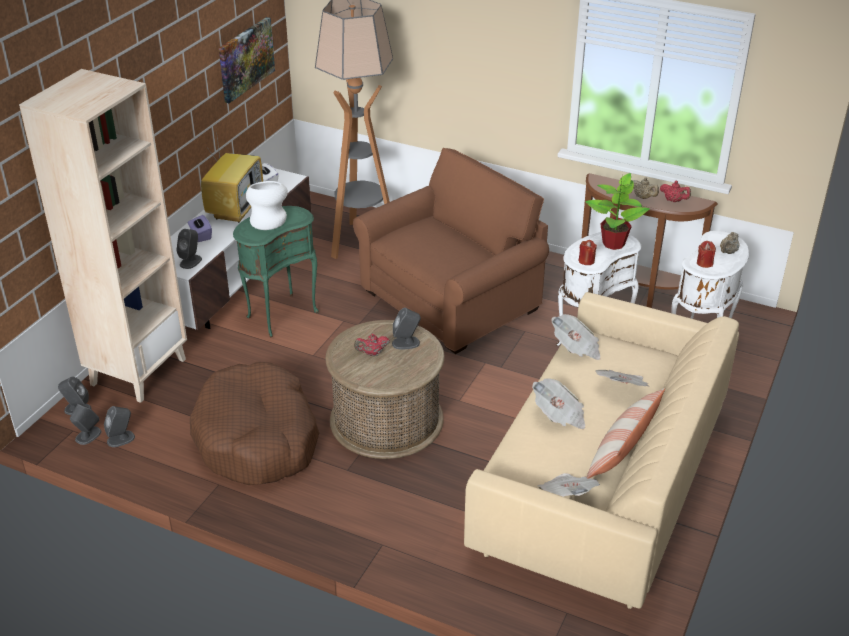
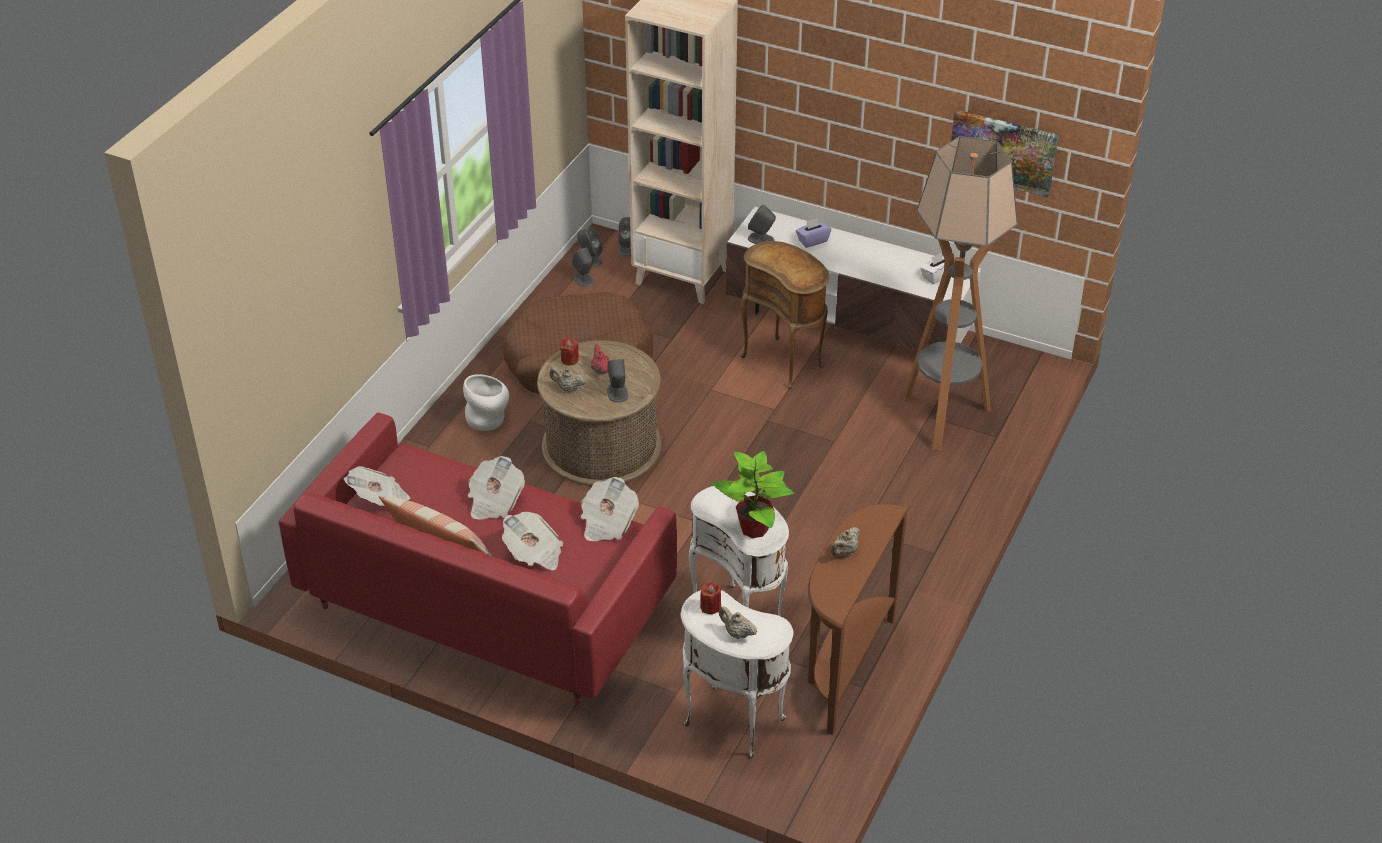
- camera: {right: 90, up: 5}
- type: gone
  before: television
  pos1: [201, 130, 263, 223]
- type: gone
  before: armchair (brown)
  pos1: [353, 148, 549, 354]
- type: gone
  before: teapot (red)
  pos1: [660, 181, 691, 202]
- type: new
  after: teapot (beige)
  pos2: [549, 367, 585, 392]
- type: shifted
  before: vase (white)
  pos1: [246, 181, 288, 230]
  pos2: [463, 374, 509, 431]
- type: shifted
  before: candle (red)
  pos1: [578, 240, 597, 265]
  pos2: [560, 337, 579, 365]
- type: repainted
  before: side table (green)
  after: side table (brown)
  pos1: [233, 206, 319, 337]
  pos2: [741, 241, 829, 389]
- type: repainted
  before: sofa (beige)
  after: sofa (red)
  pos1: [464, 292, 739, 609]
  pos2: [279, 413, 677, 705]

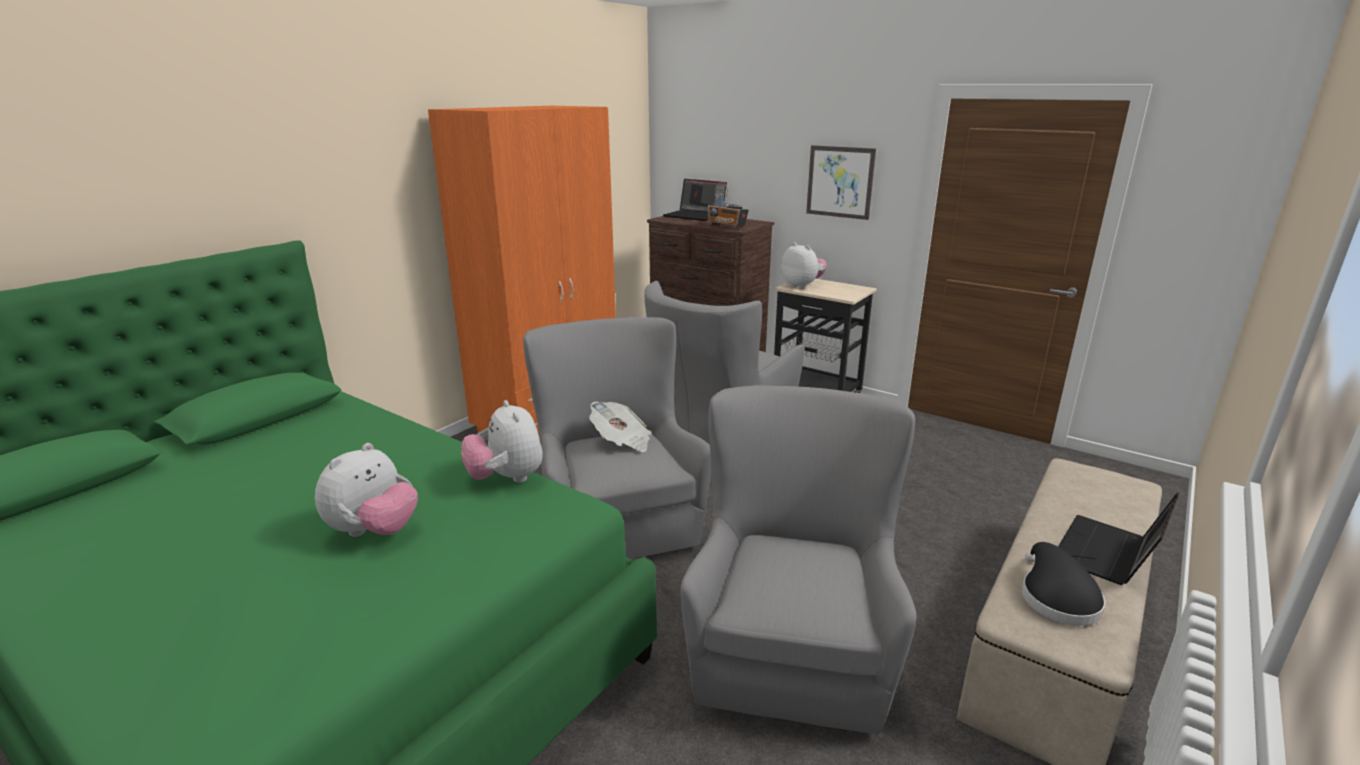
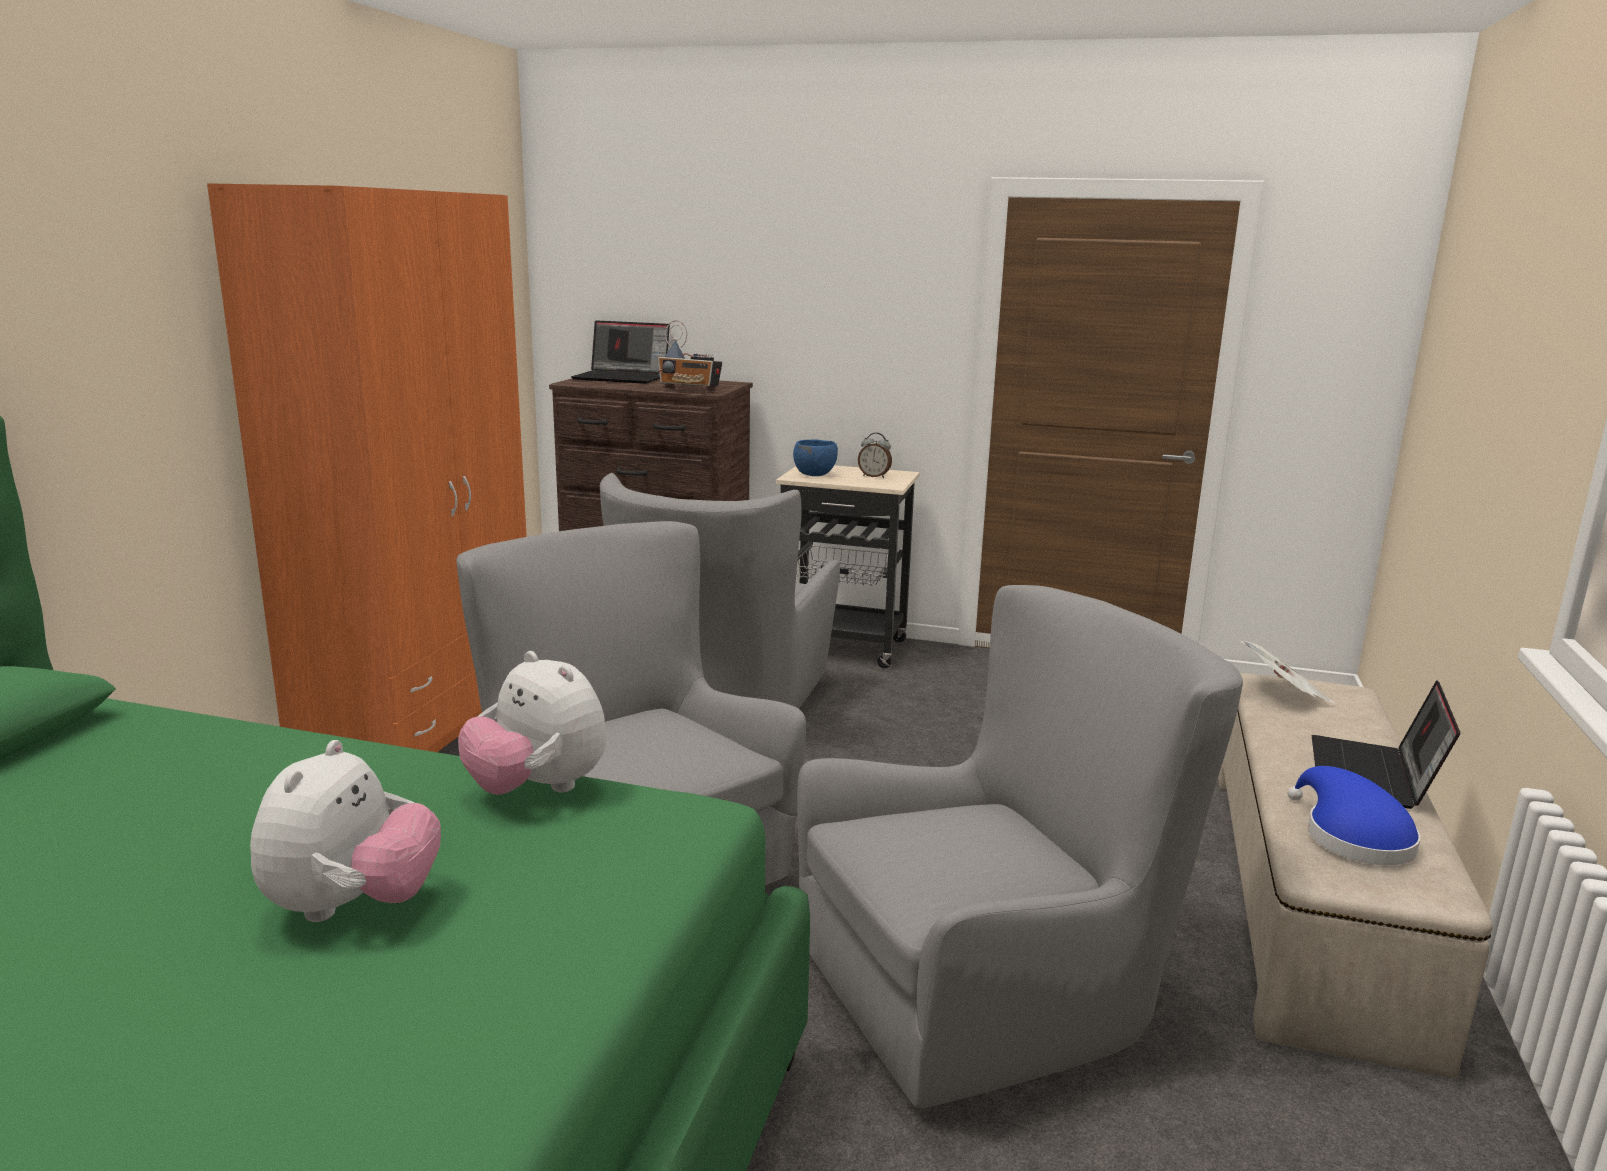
- camera: {right: -20, up: -5}
- type: gone
  before: picture
  pos1: [806, 145, 876, 220]
- type: new
  after: alarm clock
  pos2: [858, 433, 892, 478]
- type: shifted
  before: newspaper
  pos1: [589, 401, 651, 452]
  pos2: [1239, 640, 1337, 704]
- type: swapped
  before: plush toy
  after: bowl (blue)
  pos1: [781, 242, 827, 289]
  pos2: [793, 439, 838, 476]
- type: repainted
  before: hat (black)
  after: hat (blue)
  pos1: [1022, 542, 1105, 626]
  pos2: [1287, 766, 1421, 865]
- type: rotated
  before: armchair (grey)
  pos1: [680, 385, 916, 734]
  pos2: [797, 585, 1243, 1108]
  turn: 75

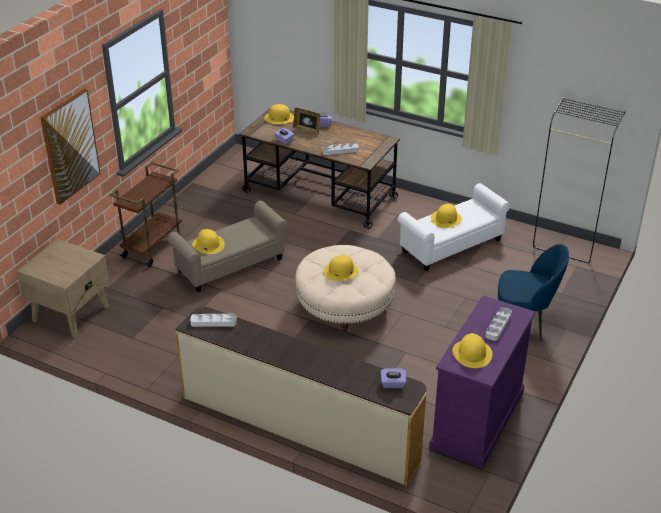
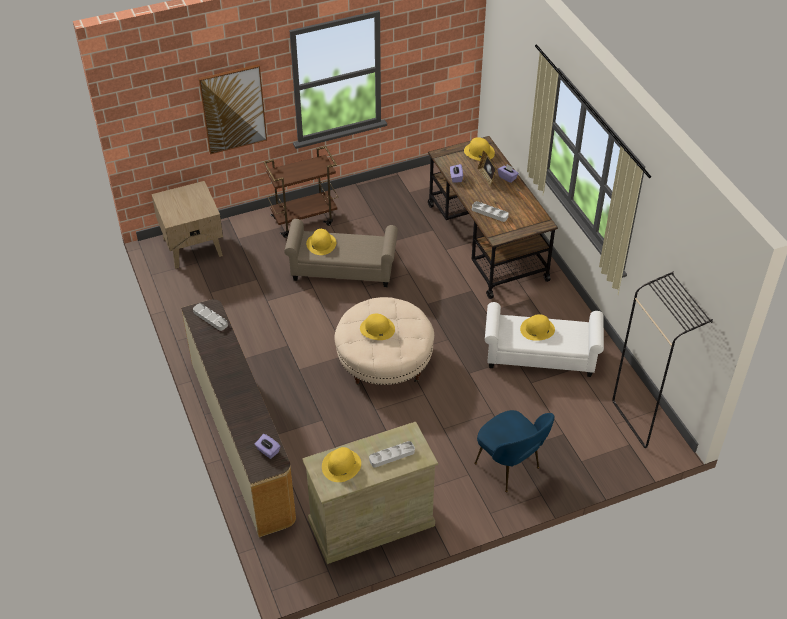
- camera: {right: 40, up: 10}
- type: repainted
  before: dresser (purple)
  after: dresser (beige)
  pos1: [429, 295, 535, 468]
  pos2: [302, 422, 438, 564]

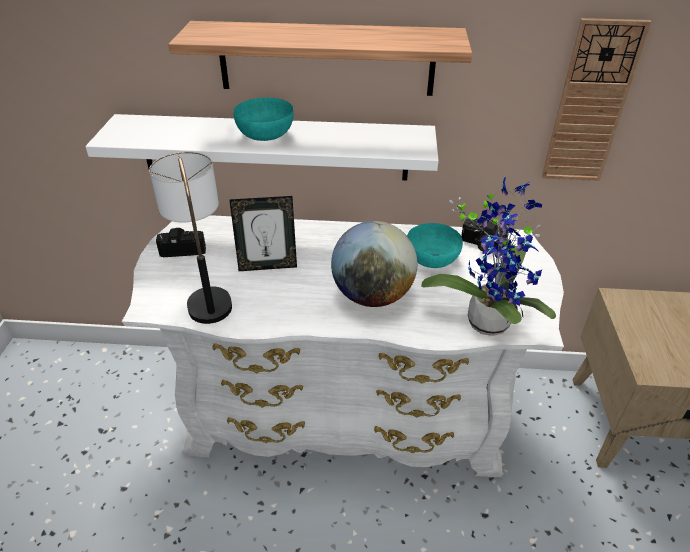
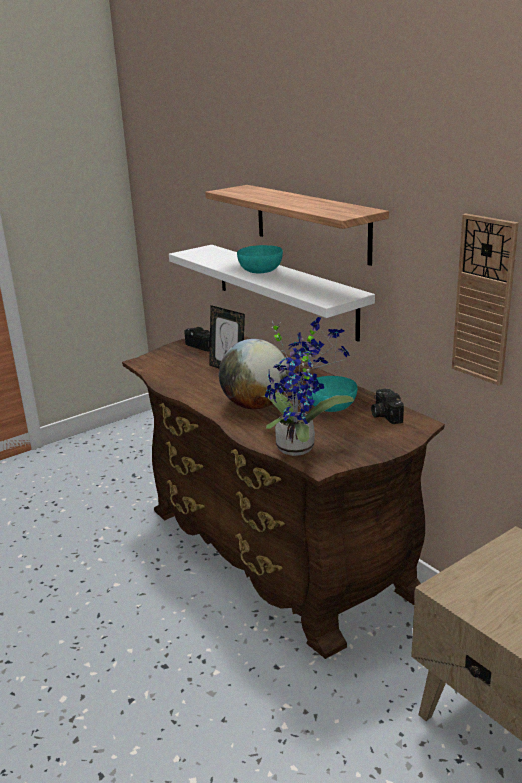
- camera: {right: 50, up: -15}
- type: gone
  before: table lamp
  pos1: [149, 151, 232, 324]
- type: repainted
  before: dresser (white)
  after: dresser (brown)
  pos1: [122, 215, 564, 477]
  pos2: [122, 336, 445, 659]

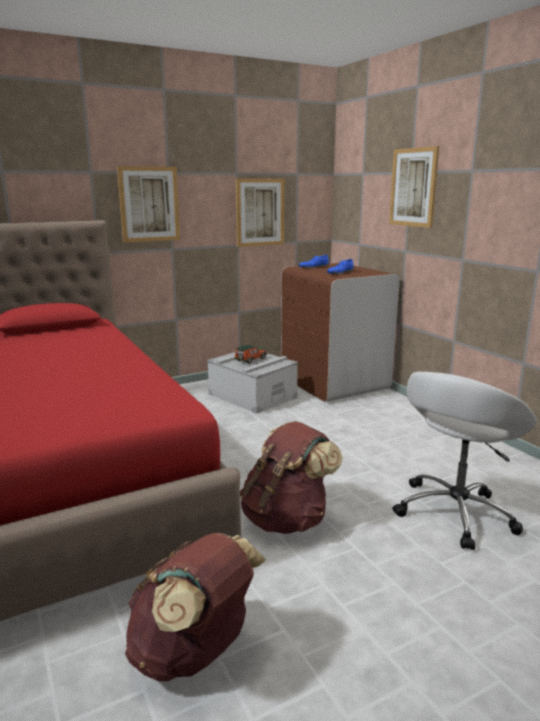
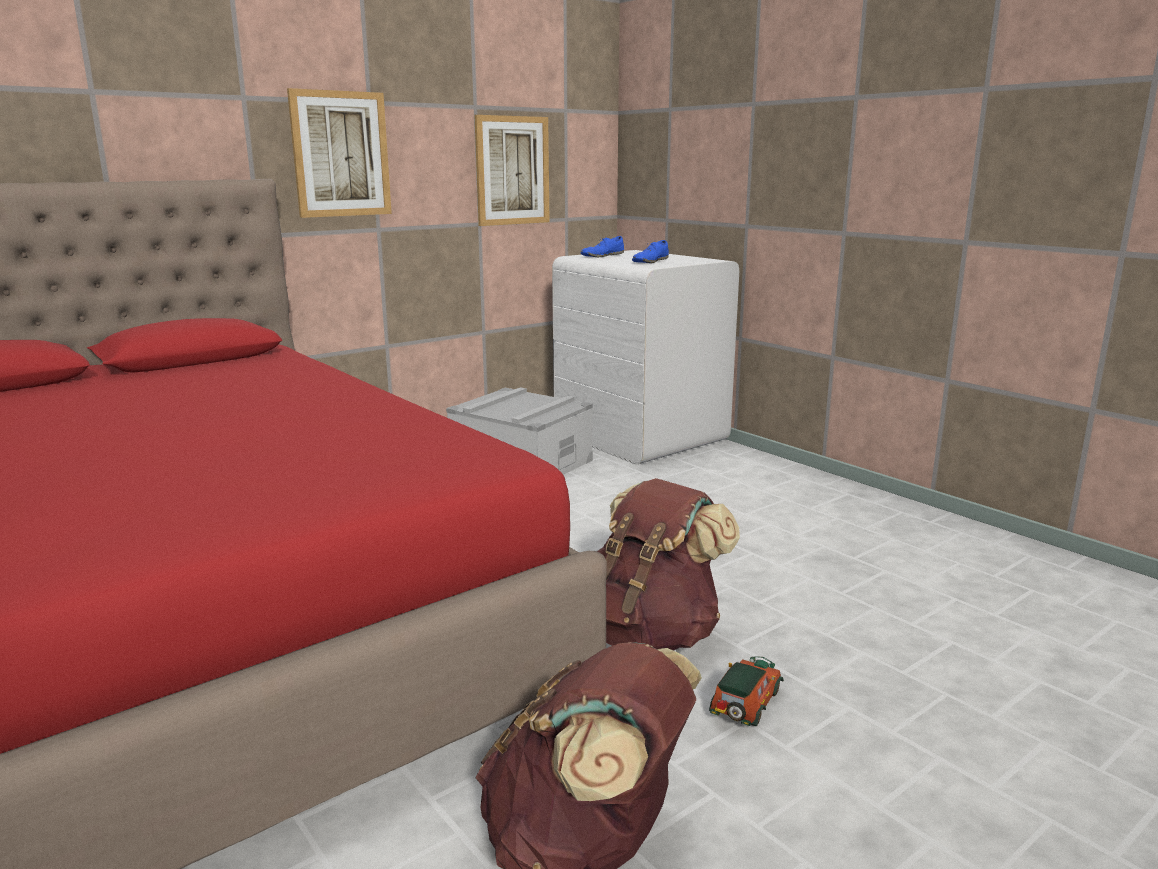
- camera: {right: -10, up: 0}
- type: gone
  before: picture
  pos1: [389, 146, 439, 228]
- type: gone
  before: office chair (white)
  pos1: [392, 372, 537, 550]
- type: shifted
  before: toy car
  pos1: [234, 345, 267, 364]
  pos2: [709, 656, 784, 727]
- type: repainted
  before: dresser (brown)
  after: dresser (white)
  pos1: [281, 263, 400, 402]
  pos2: [552, 250, 739, 464]

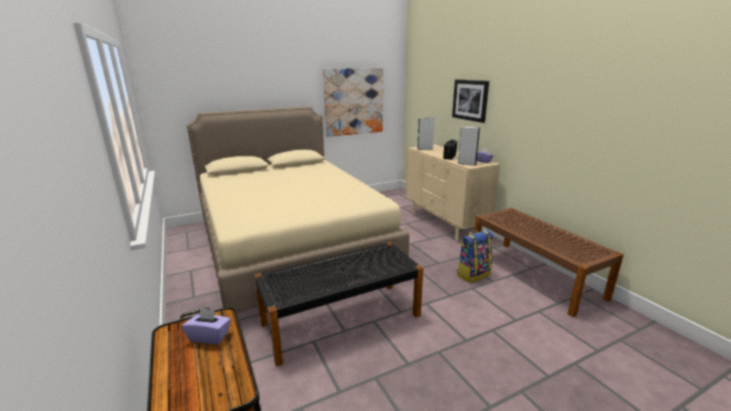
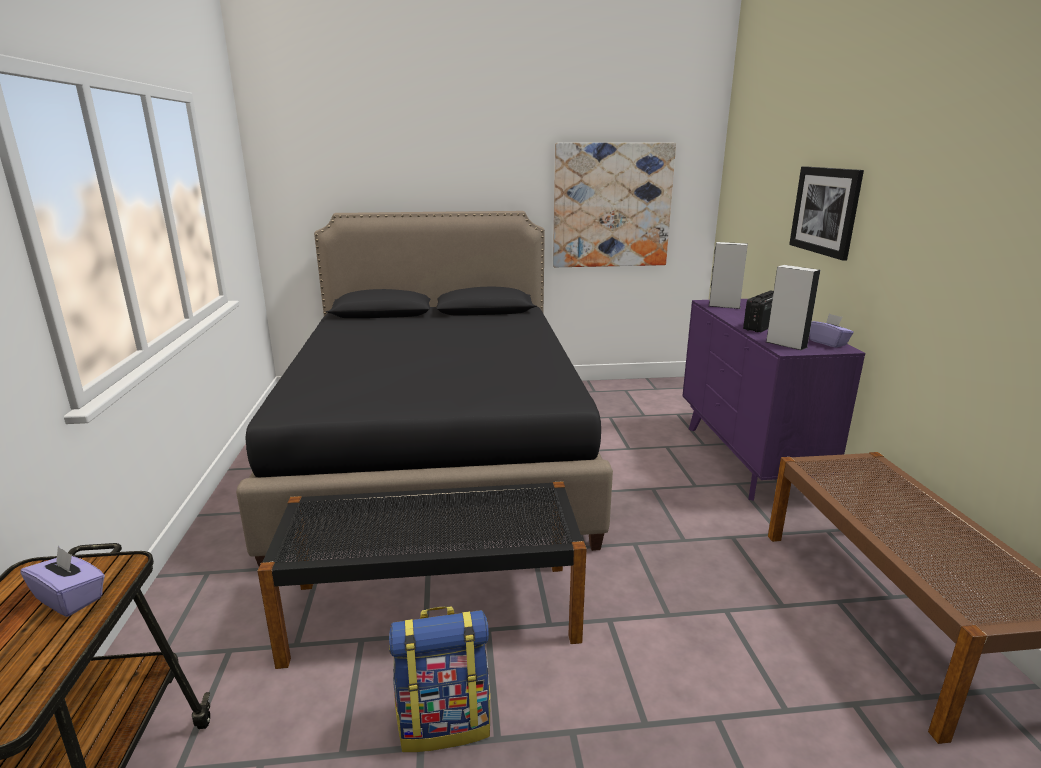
- camera: {right: 20, up: 0}
- type: shifted
  before: backpack
  pos1: [457, 230, 493, 283]
  pos2: [389, 607, 490, 752]
- type: repainted
  before: bed (beige)
  after: bed (black)
  pos1: [187, 107, 409, 314]
  pos2: [236, 211, 613, 566]
- type: repainted
  before: dresser (beige)
  after: dresser (purple)
  pos1: [406, 145, 501, 241]
  pos2: [682, 299, 865, 501]

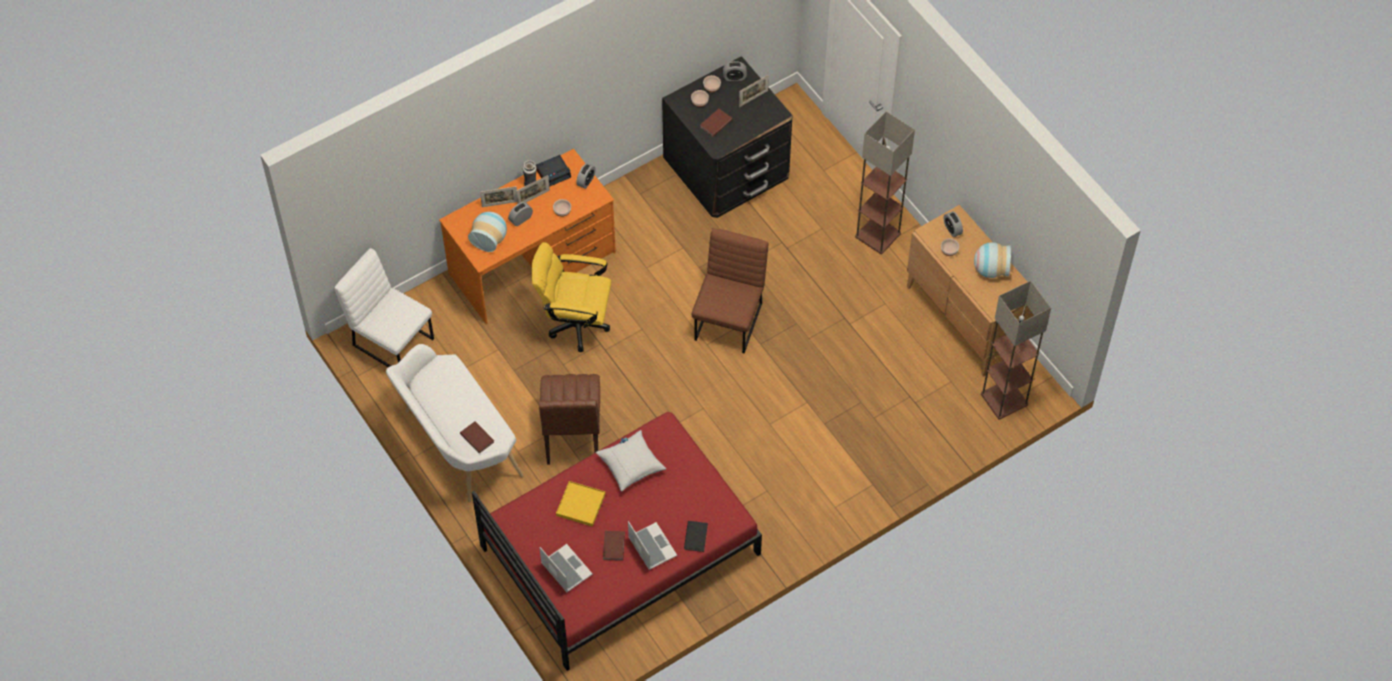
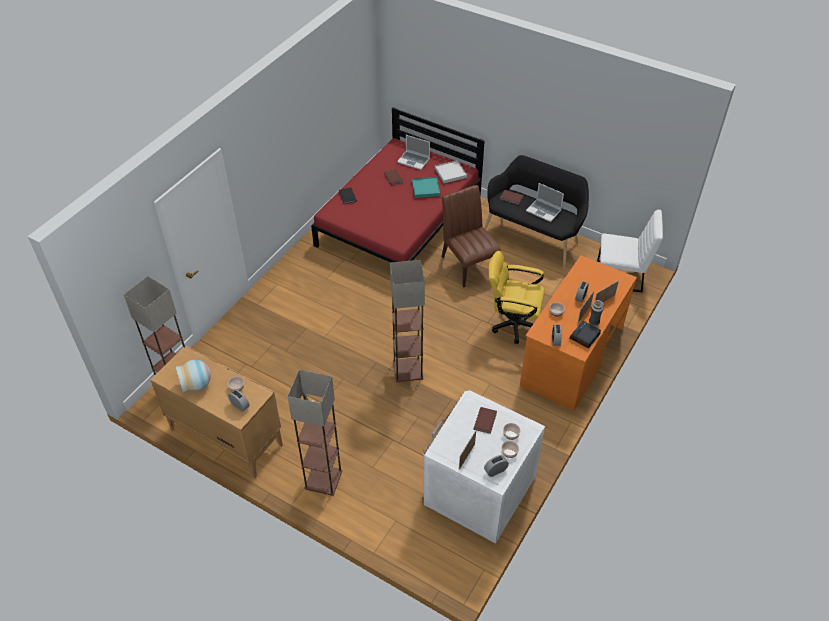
- camera: {right: 155, up: -10}
- type: gone
  before: vase
  pos1: [468, 212, 507, 252]
- type: gone
  before: pillow (grey)
  pos1: [596, 430, 666, 492]
- type: new
  after: tray (white)
  pos2: [435, 160, 467, 183]
- type: shifted
  before: laptop
  pos1: [628, 521, 677, 570]
  pos2: [526, 183, 564, 222]
- type: swapped
  before: chair (brown)
  after: floor lamp
  pos1: [692, 228, 768, 353]
  pos2: [390, 260, 425, 382]
- type: repainted
  before: bench (white)
  after: bench (black)
  pos1: [386, 344, 523, 503]
  pos2: [484, 155, 589, 269]
- type: repainted
  before: tray (yellow)
  after: tray (turquoise)
  pos1: [556, 481, 605, 527]
  pos2: [412, 177, 440, 198]
- type: repainted
  before: dresser (black)
  after: dresser (white)
  pos1: [662, 56, 793, 218]
  pos2: [422, 390, 545, 544]
- type: rotated
  before: office chair (yellow)
  pos1: [532, 242, 611, 352]
  pos2: [489, 251, 545, 344]
  turn: -150

